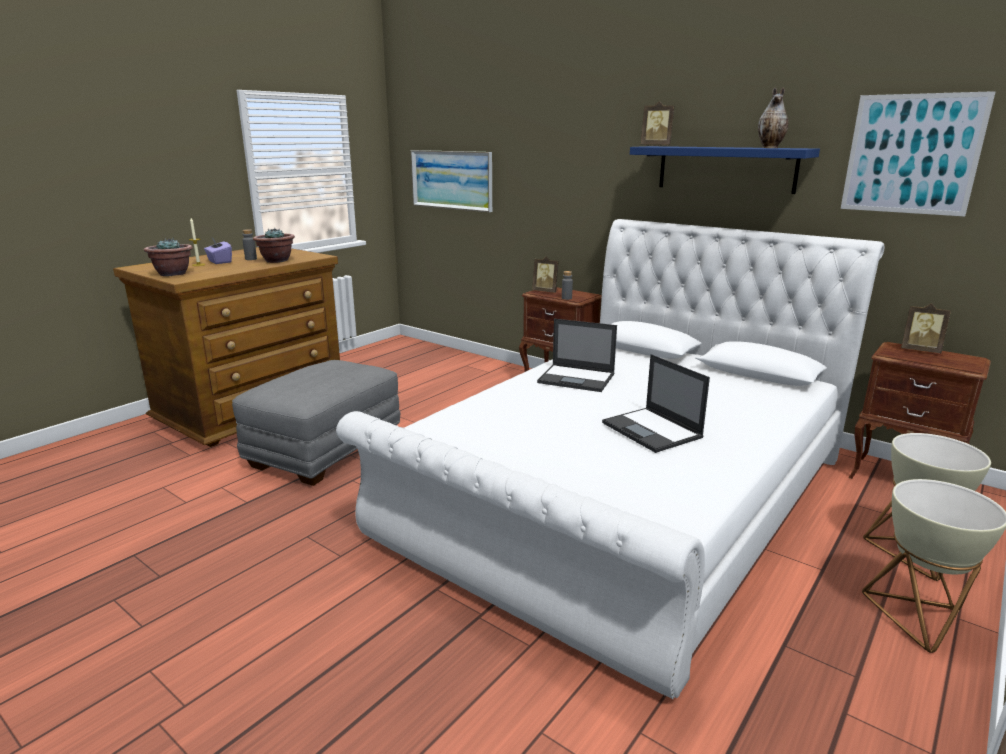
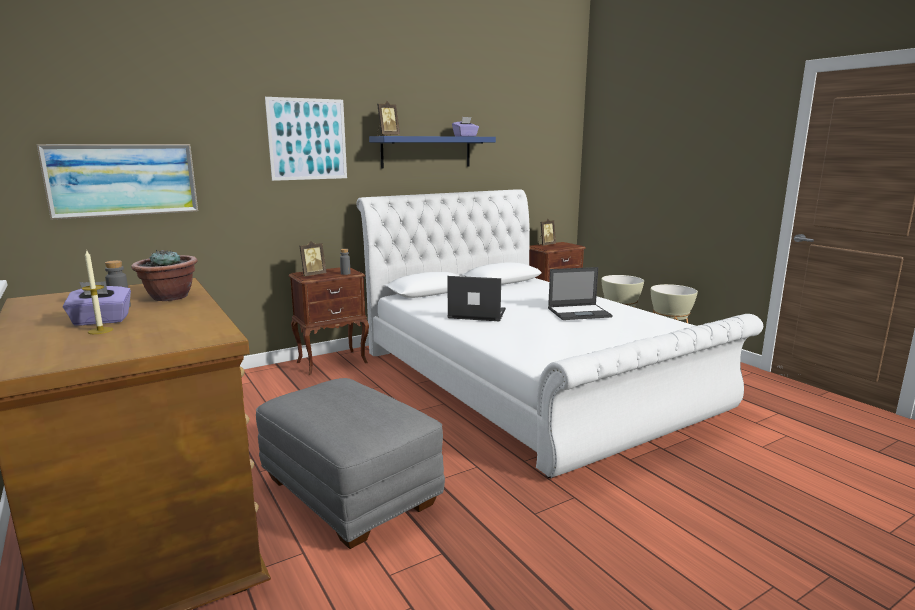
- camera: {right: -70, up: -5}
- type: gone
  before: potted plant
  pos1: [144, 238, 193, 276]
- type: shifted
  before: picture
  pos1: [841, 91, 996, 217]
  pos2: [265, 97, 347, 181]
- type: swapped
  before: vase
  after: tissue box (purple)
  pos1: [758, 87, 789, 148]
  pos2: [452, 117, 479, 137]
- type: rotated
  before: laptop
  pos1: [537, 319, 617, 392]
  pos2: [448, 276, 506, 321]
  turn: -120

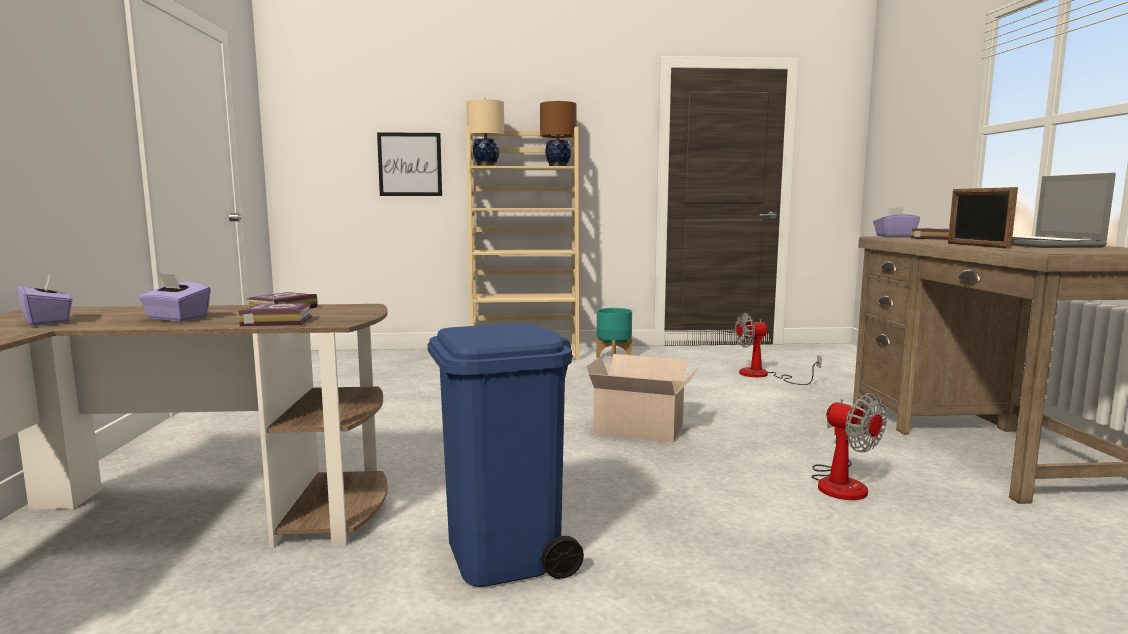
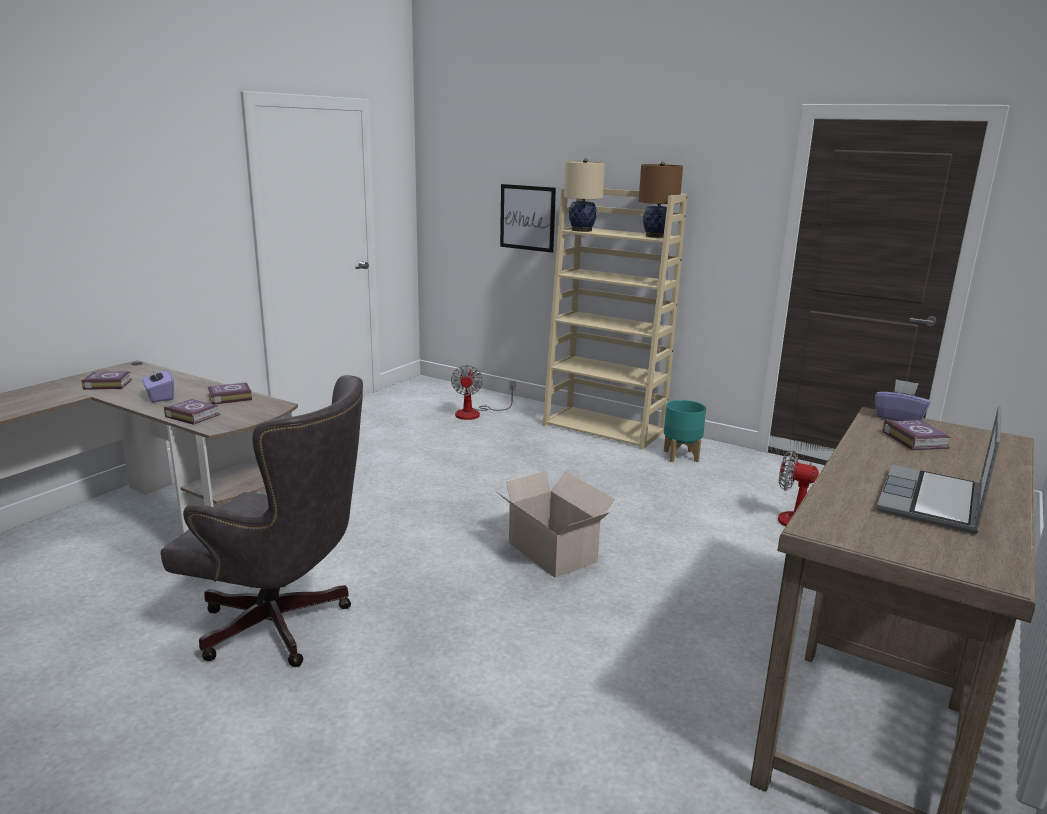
- camera: {right: 35, up: 10}
- type: gone
  before: picture frame
  pos1: [948, 187, 1018, 249]
- type: shifted
  before: fan
  pos1: [811, 393, 887, 500]
  pos2: [451, 365, 515, 420]
- type: swapped
  before: tissue box (purple)
  after: book
  pos1: [17, 275, 73, 326]
  pos2: [81, 371, 132, 390]
- type: swapped
  before: trash can (blue)
  after: office chair (grey)
  pos1: [428, 323, 584, 587]
  pos2: [161, 375, 363, 667]

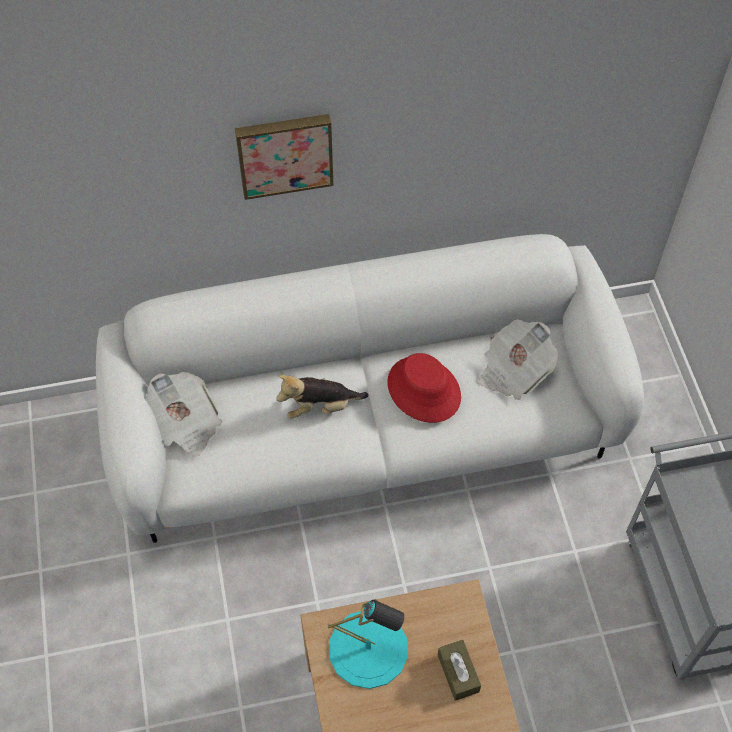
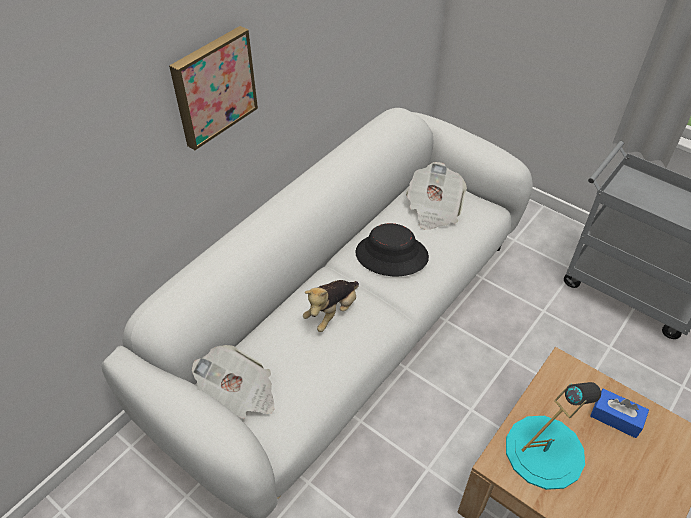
- camera: {right: -40, up: -10}
- type: repainted
  before: hat (red)
  after: hat (black)
  pos1: [387, 353, 461, 423]
  pos2: [355, 223, 429, 276]
- type: repainted
  before: tissue box (brown)
  after: tissue box (blue)
  pos1: [438, 640, 481, 701]
  pos2: [590, 389, 649, 438]

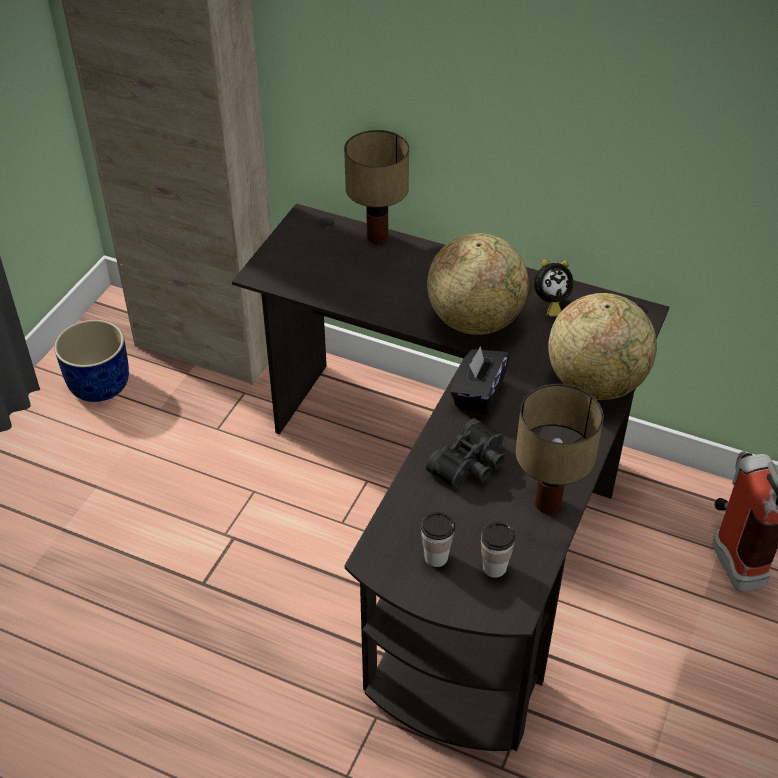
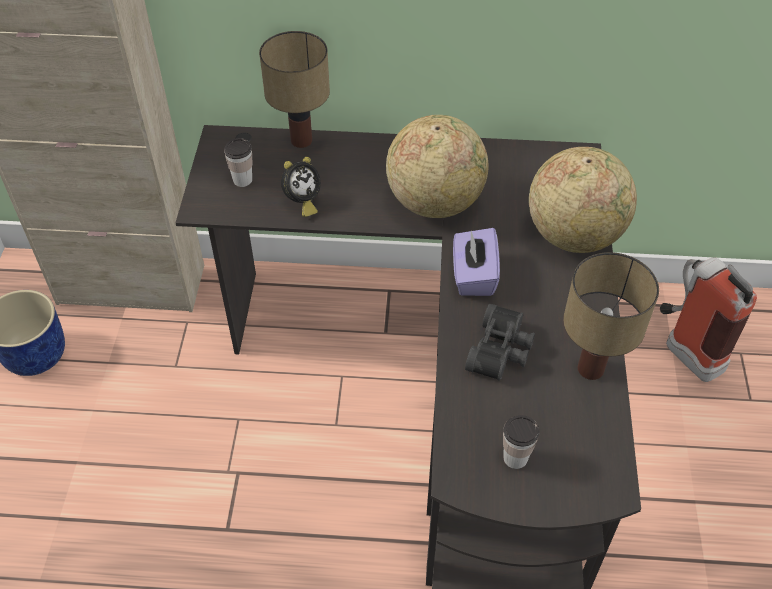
- camera: {right: -20, up: 5}
- type: shifted
  before: cup
  pos1: [481, 522, 515, 578]
  pos2: [224, 138, 252, 187]
- type: shifted
  before: alarm clock
  pos1: [534, 259, 573, 317]
  pos2: [281, 157, 321, 217]
- type: repainted
  before: tissue box (black)
  after: tissue box (purple)
  pos1: [450, 346, 510, 415]
  pos2: [453, 228, 500, 296]

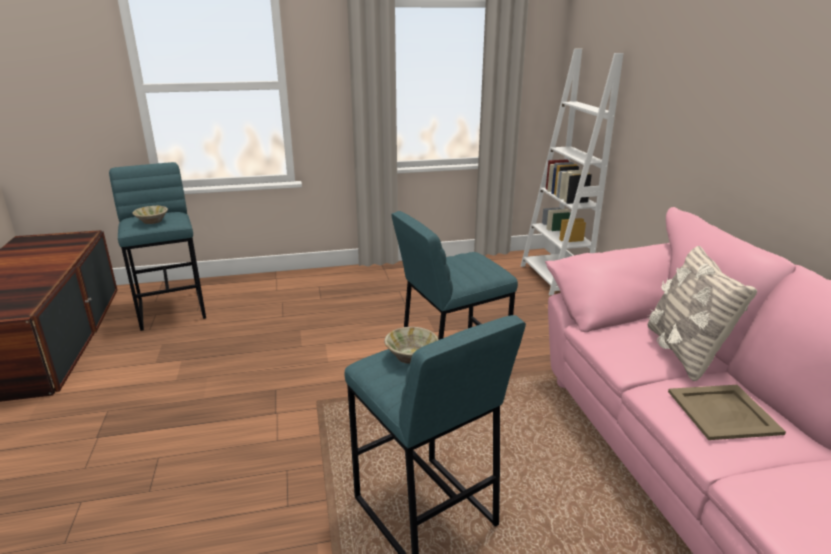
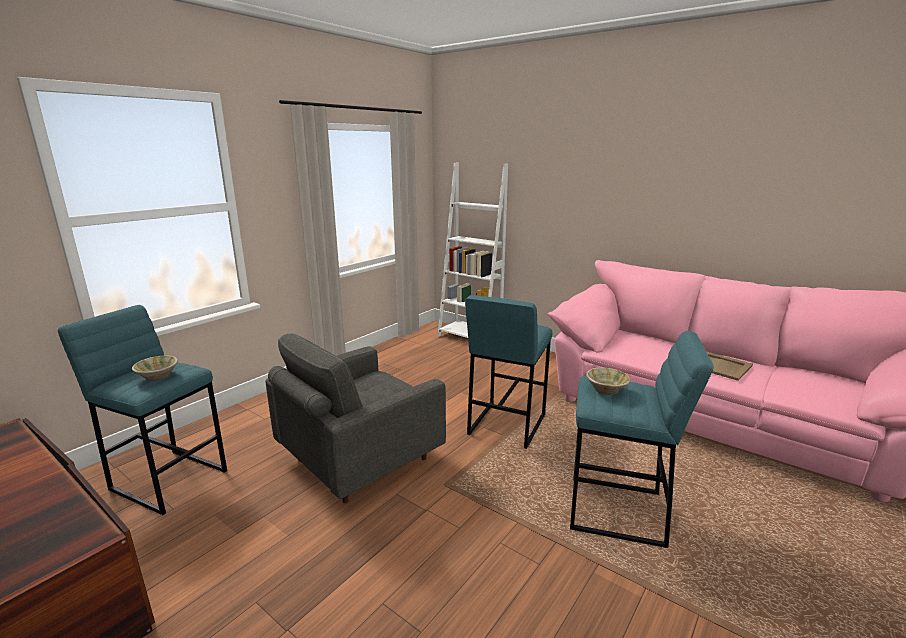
- camera: {right: -40, up: -5}
- type: gone
  before: pillow (beige)
  pos1: [648, 246, 757, 381]
- type: new
  after: armchair (grey)
  pos2: [265, 333, 446, 503]

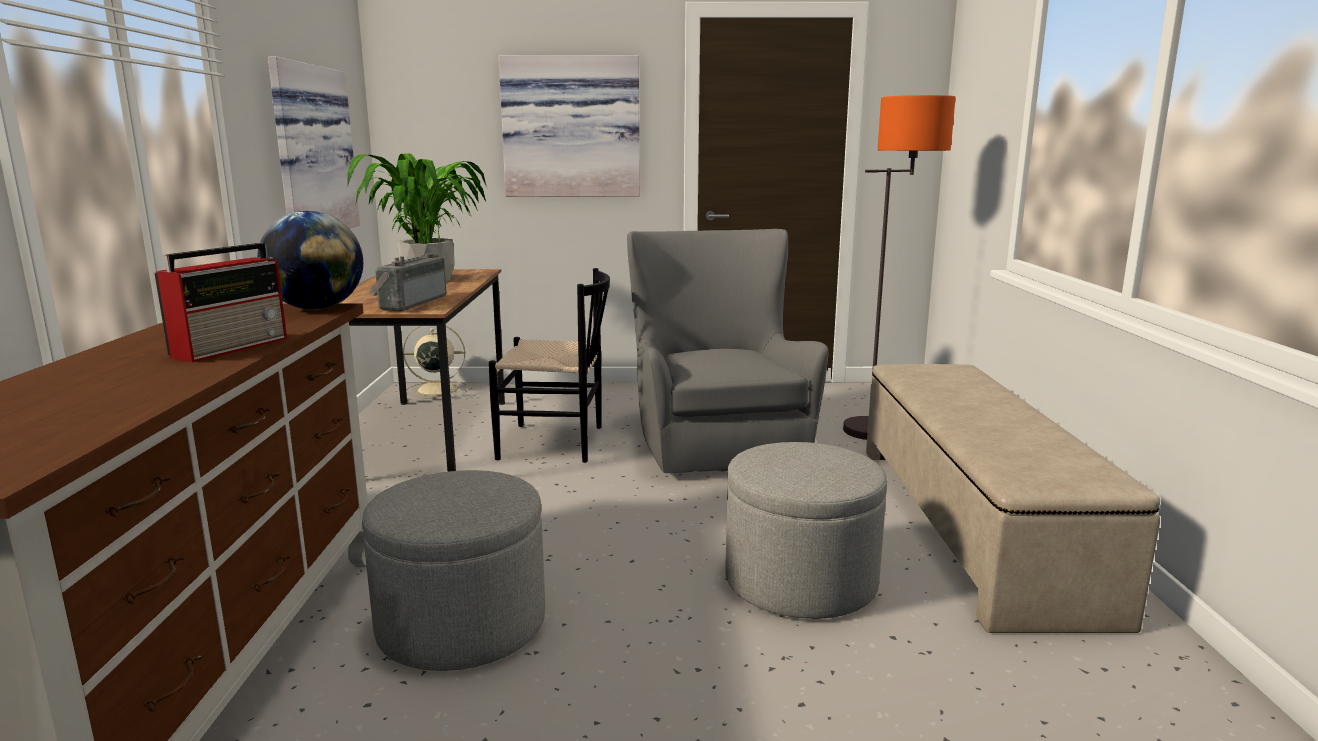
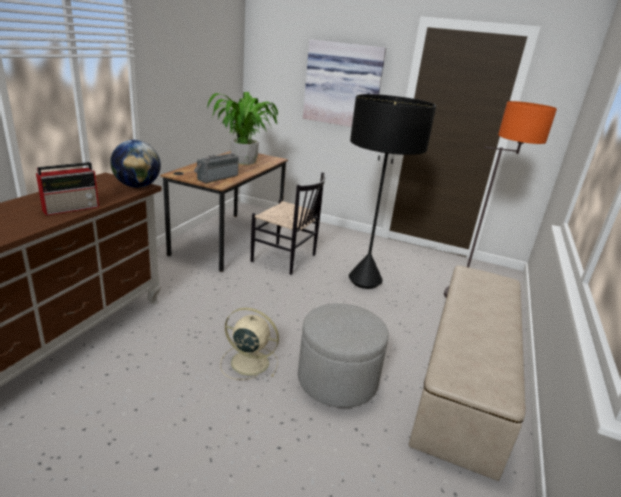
- camera: {right: 20, up: 10}
- type: gone
  before: picture
  pos1: [268, 56, 360, 228]
- type: gone
  before: ottoman (grey)
  pos1: [362, 470, 545, 671]
- type: shifted
  before: fan (beige)
  pos1: [403, 326, 468, 399]
  pos2: [220, 308, 279, 380]
- type: swapped
  before: armchair (grey)
  after: floor lamp (black)
  pos1: [627, 229, 829, 473]
  pos2: [349, 94, 436, 289]

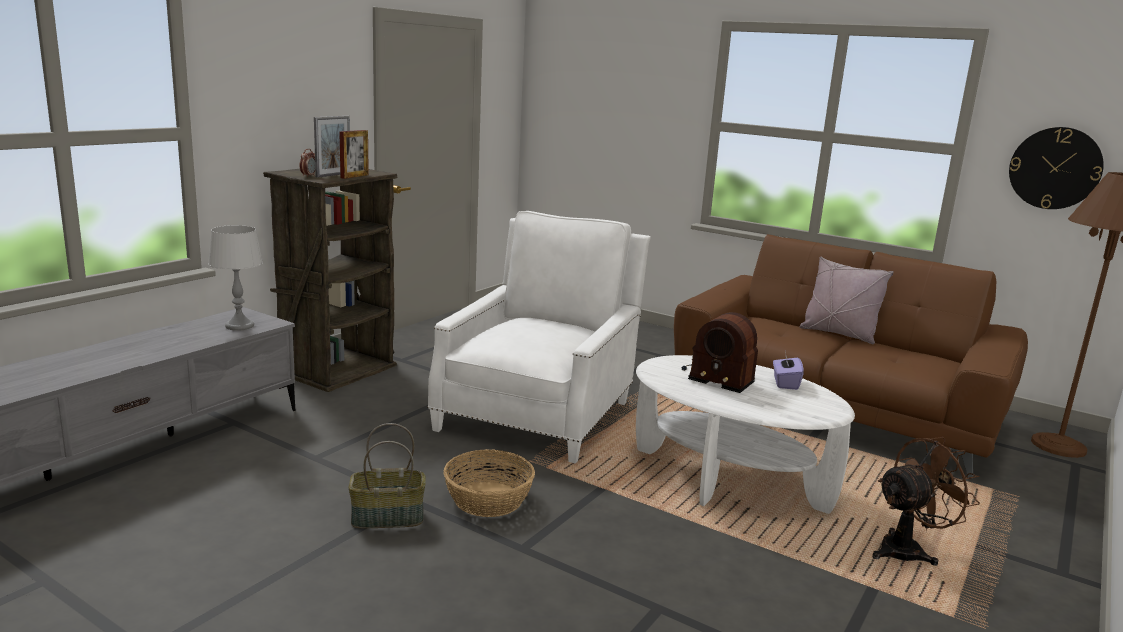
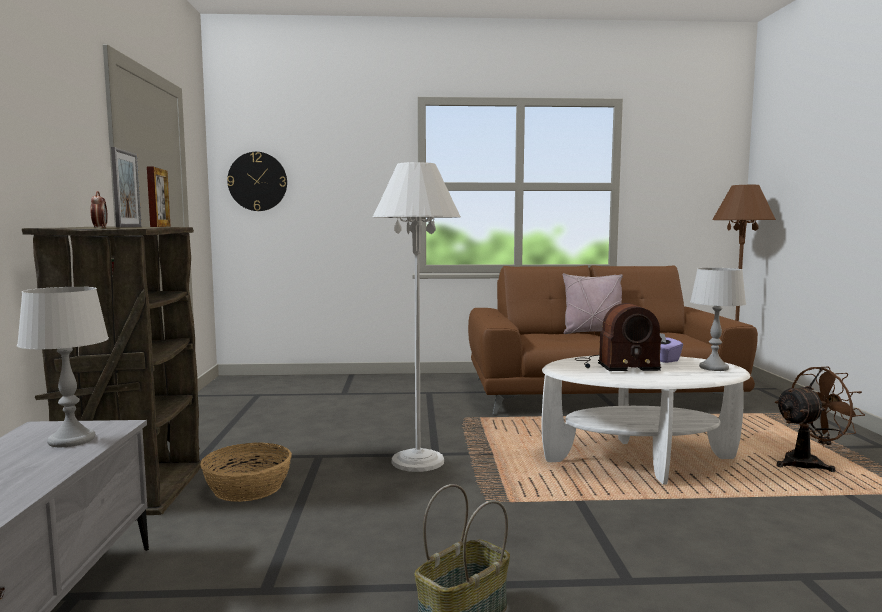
- camera: {right: -35, up: -10}
- type: new
  after: table lamp (grey)
  pos2: [690, 268, 746, 371]
- type: shifted
  before: basket
  pos1: [443, 449, 535, 517]
  pos2: [200, 442, 292, 502]
- type: shifted
  before: wall clock
  pos1: [1009, 127, 1104, 209]
  pos2: [227, 152, 287, 211]
- type: swapped
  before: armchair (white)
  after: floor lamp (white)
  pos1: [427, 211, 651, 463]
  pos2: [373, 162, 460, 472]
- type: rotated
  before: fan (brown)
  pos1: [872, 437, 980, 566]
  pos2: [775, 367, 865, 472]
  turn: 45

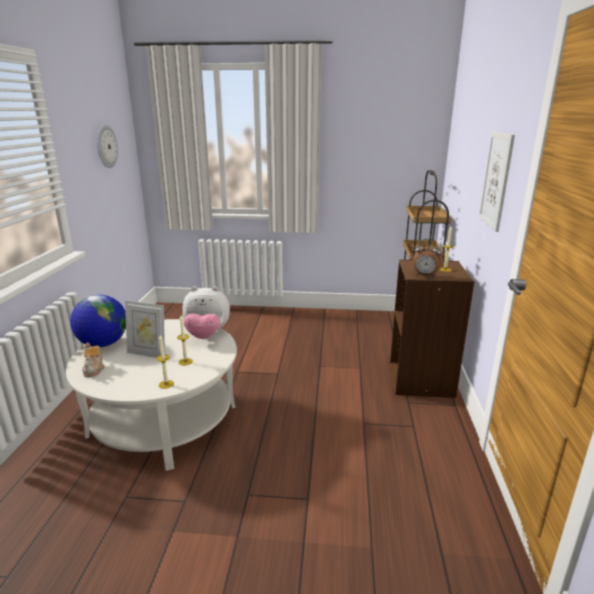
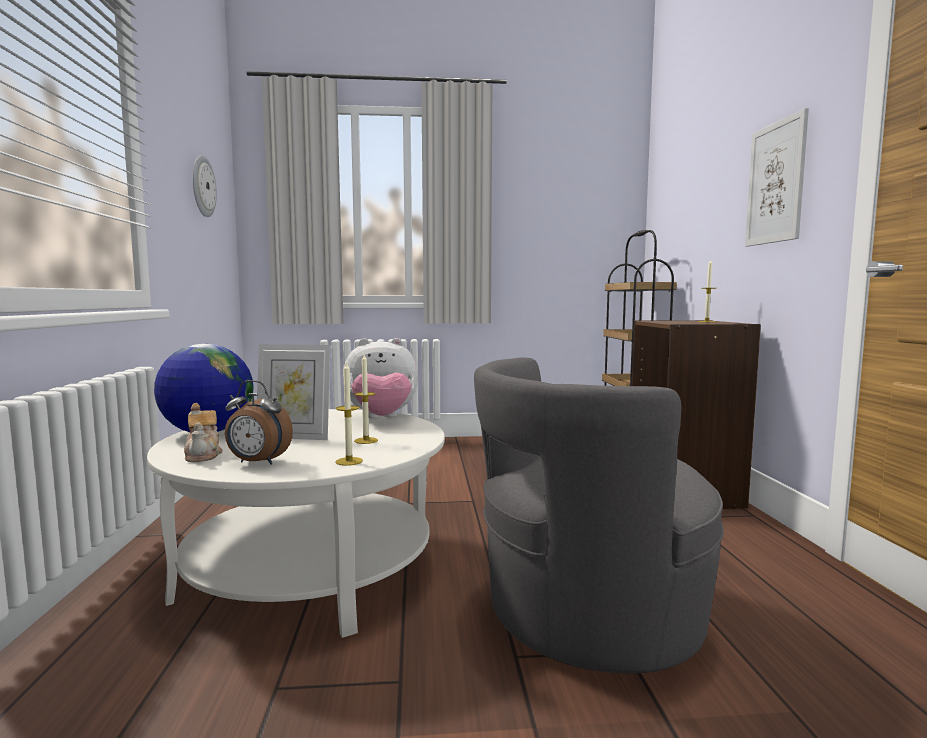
- camera: {right: -10, up: -15}
- type: new
  after: armchair (grey)
  pos2: [474, 357, 724, 673]
- type: shifted
  before: alarm clock
  pos1: [413, 239, 443, 277]
  pos2: [225, 380, 293, 464]

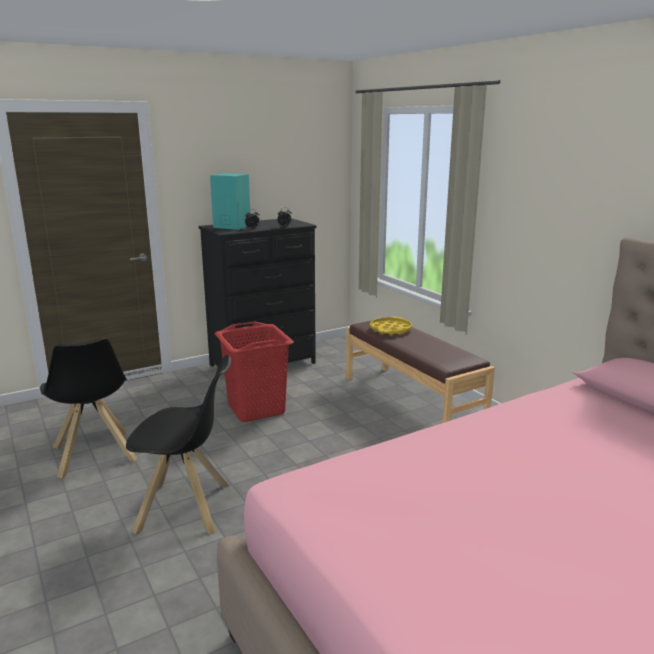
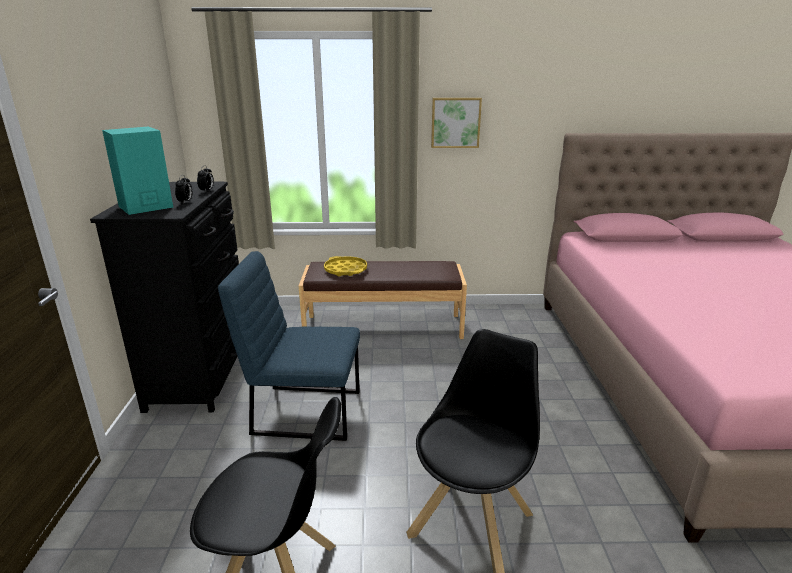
- camera: {right: -60, up: 5}
- type: new
  after: picture
  pos2: [431, 98, 482, 148]
- type: swapped
  before: laundry basket (red)
  after: chair (blue)
  pos1: [215, 321, 294, 422]
  pos2: [218, 251, 360, 441]

